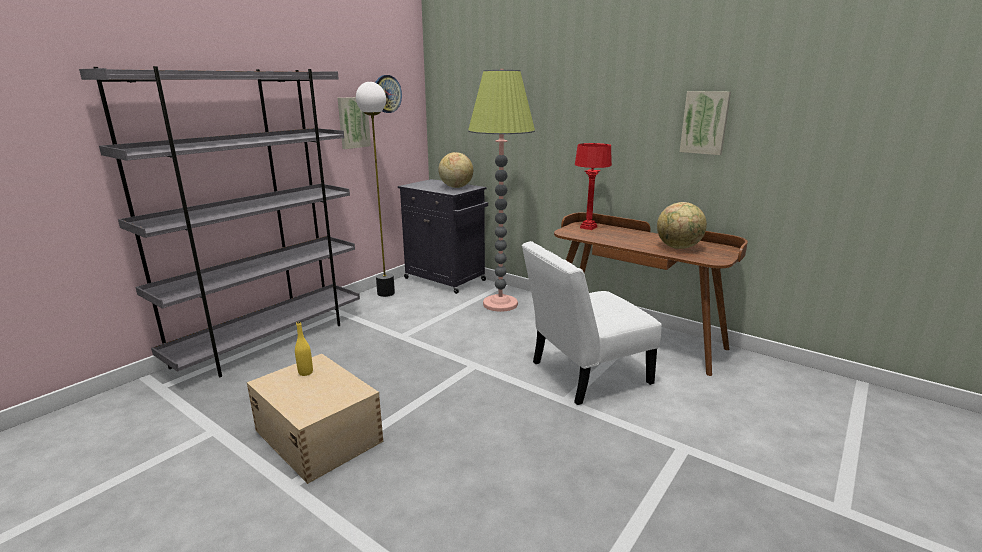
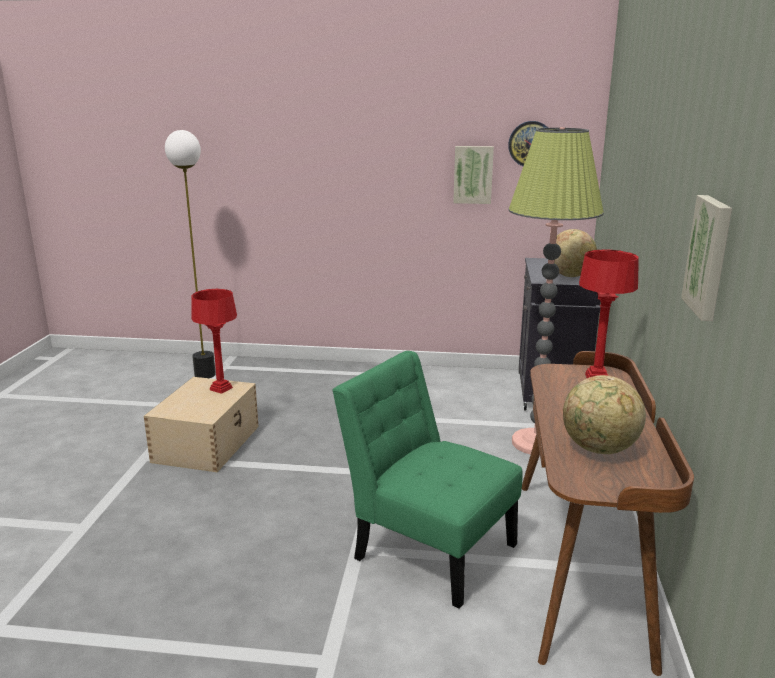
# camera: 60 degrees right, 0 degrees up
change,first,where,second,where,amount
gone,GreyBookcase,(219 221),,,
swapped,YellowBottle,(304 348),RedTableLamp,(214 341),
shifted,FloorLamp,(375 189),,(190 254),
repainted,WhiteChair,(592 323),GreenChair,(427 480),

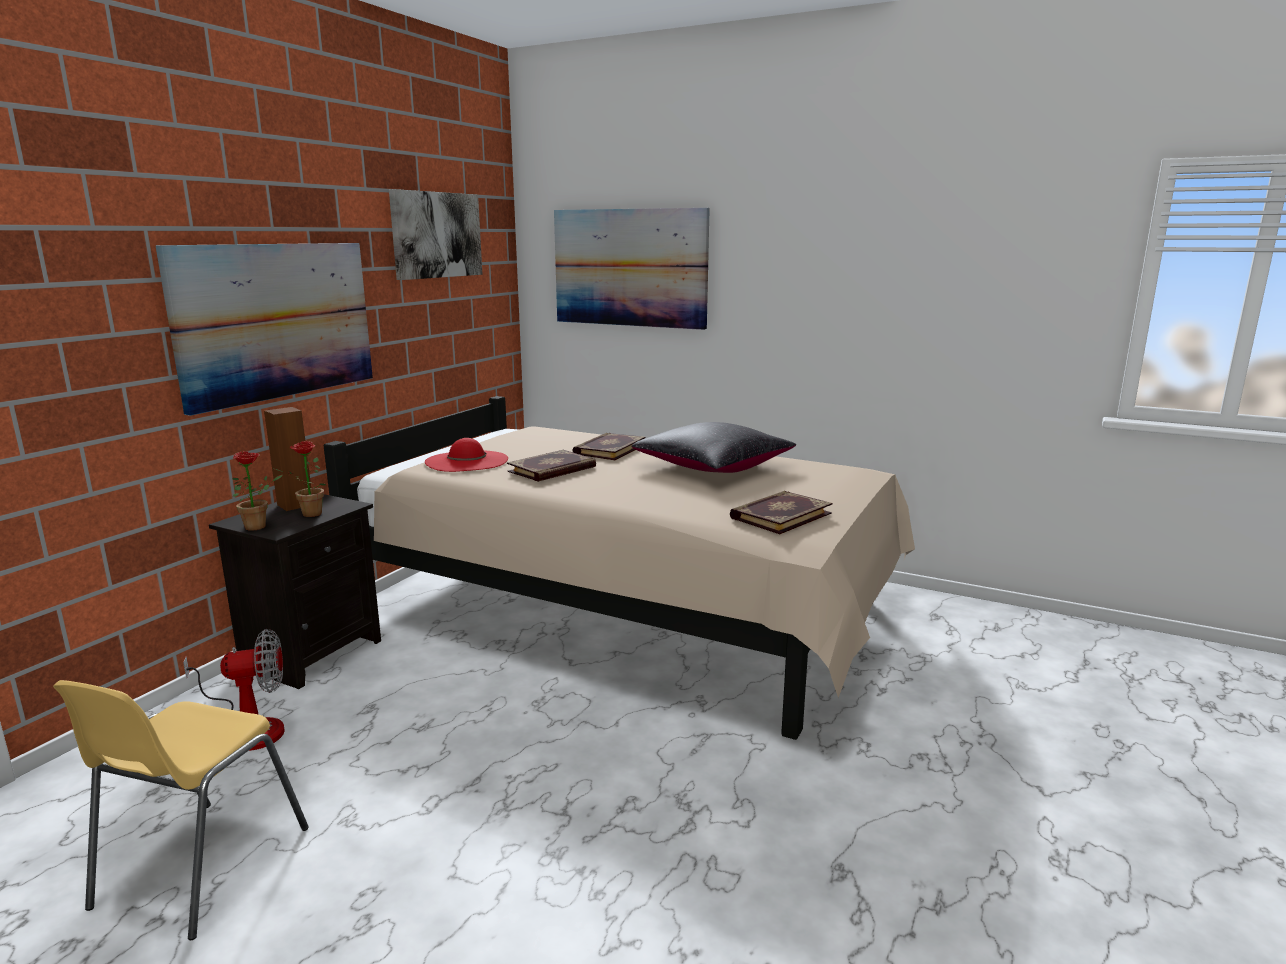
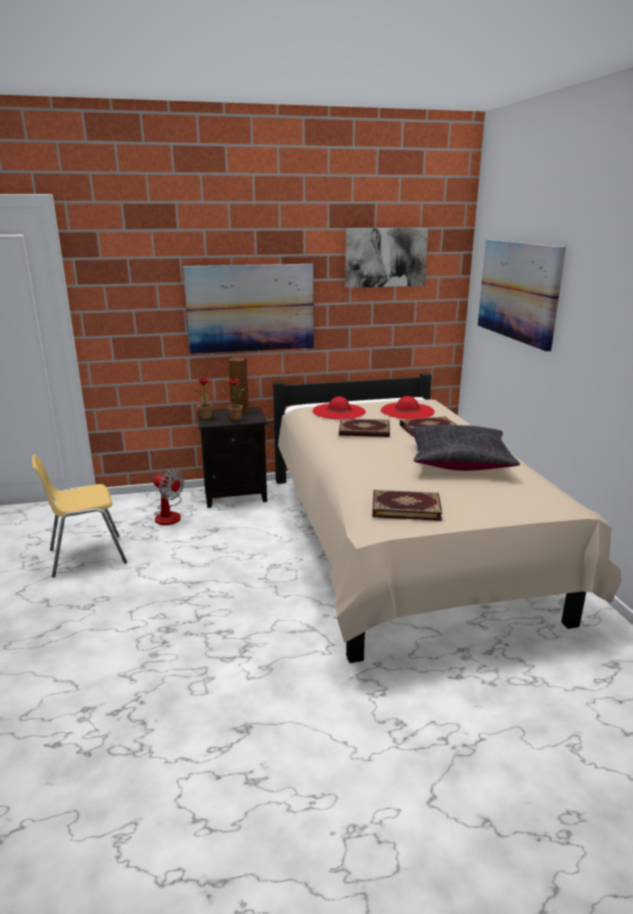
# camera: 50 degrees right, 5 degrees up
change,first,where,second,where,amount
new,,,RedHat,(407 407),

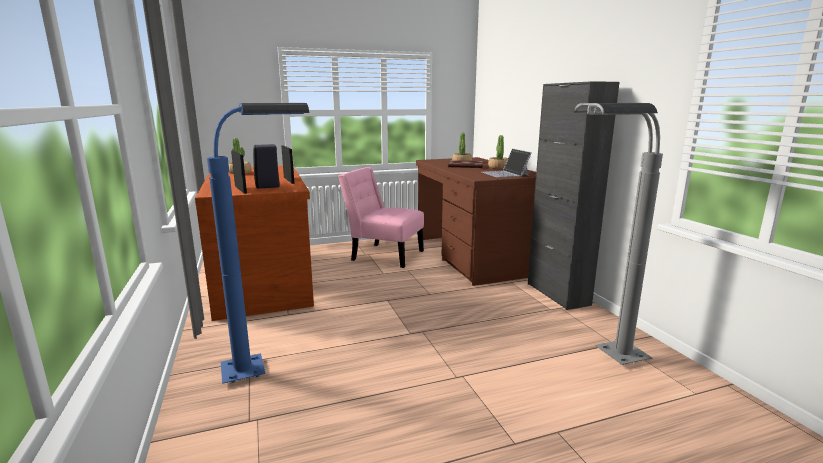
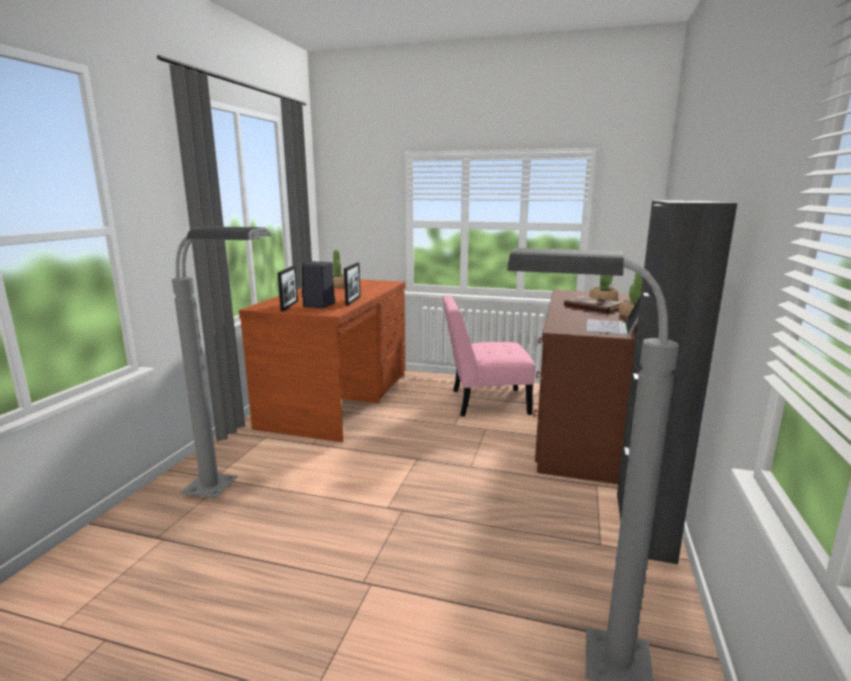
# camera: 35 degrees right, 0 degrees up
change,first,where,second,where,amount
repainted,BlueFloorLamp,(258 243),GreyFloorLamp,(221 362),
rotated,PinkChair,(381 217),,(488 356),60 degrees counterclockwise

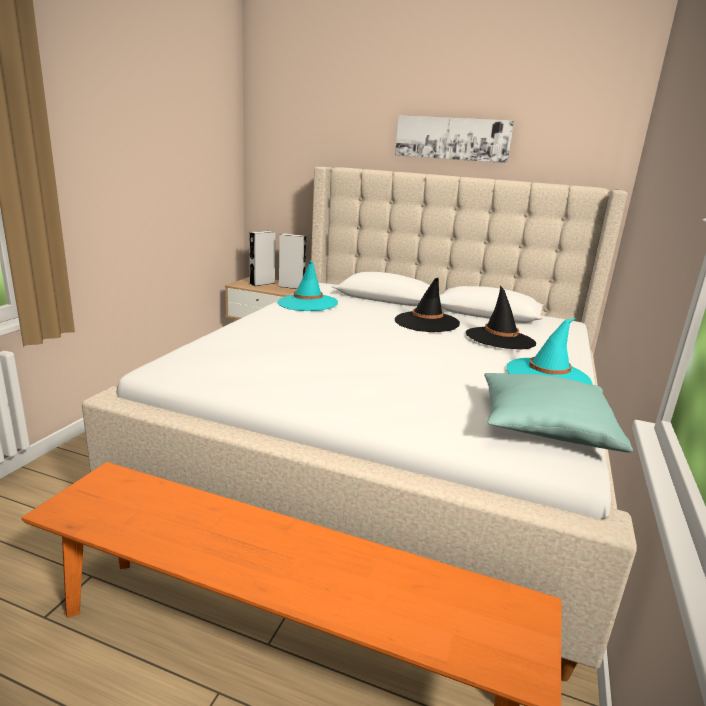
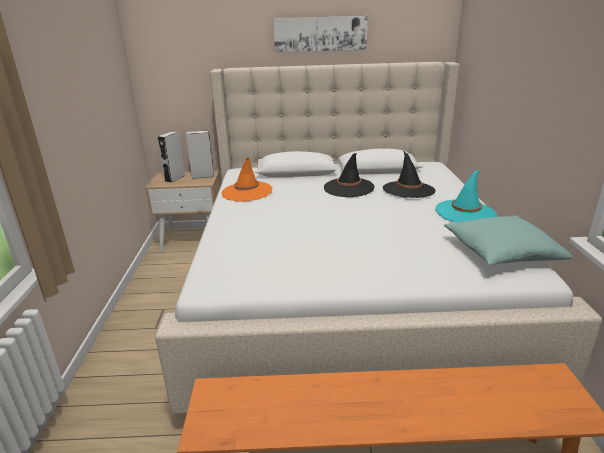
# camera: 20 degrees left, 5 degrees up
change,first,where,second,where,amount
repainted,TurquoiseHat,(307 286),OrangeHat,(246 179),

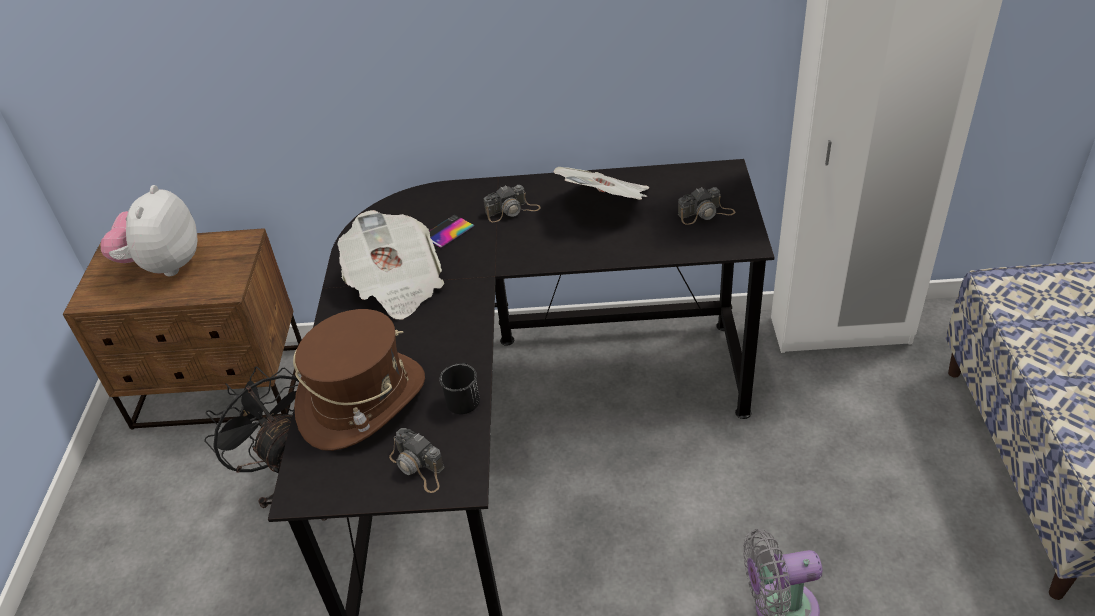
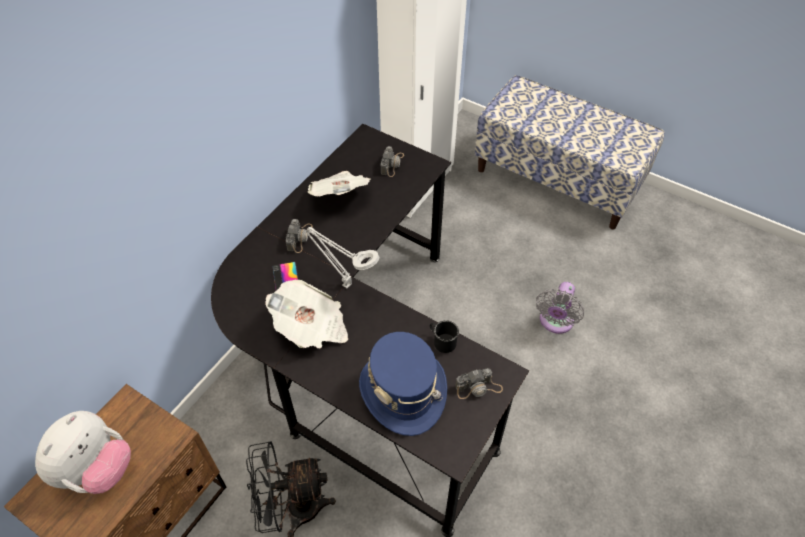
# camera: 60 degrees left, 10 degrees up
change,first,where,second,where,amount
rotated,PlushToy,(149 230),,(83 452),105 degrees counterclockwise
repainted,BrownHat,(359 380),BlueHat,(403 384),
new,,,GreyTableLamp,(343 257),

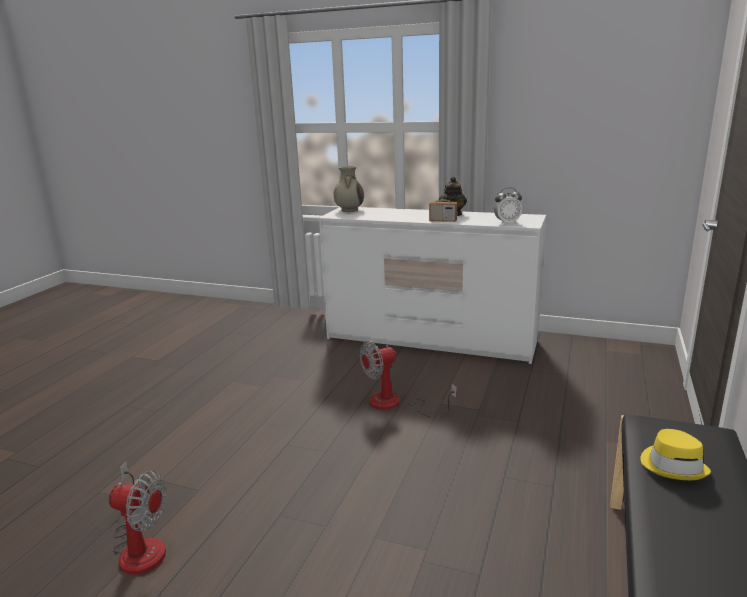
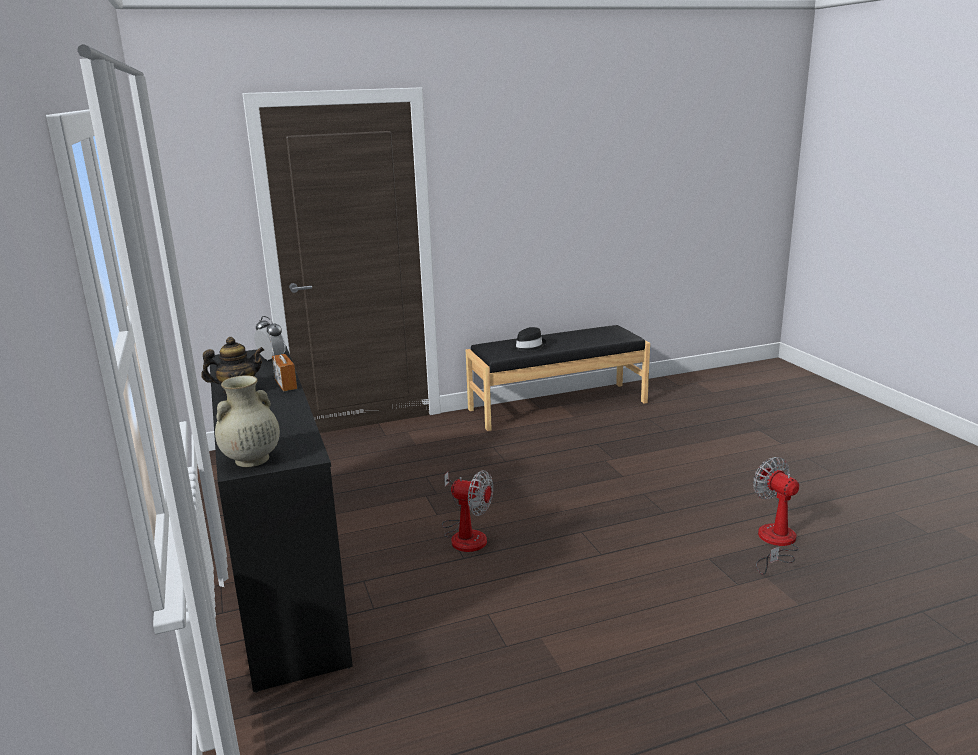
# camera: 130 degrees left, 0 degrees up
change,first,where,second,where,amount
repainted,WhiteDresser,(432 285),BlackDresser,(281 519),
repainted,YellowHat,(675 454),BlackHat,(528 340),

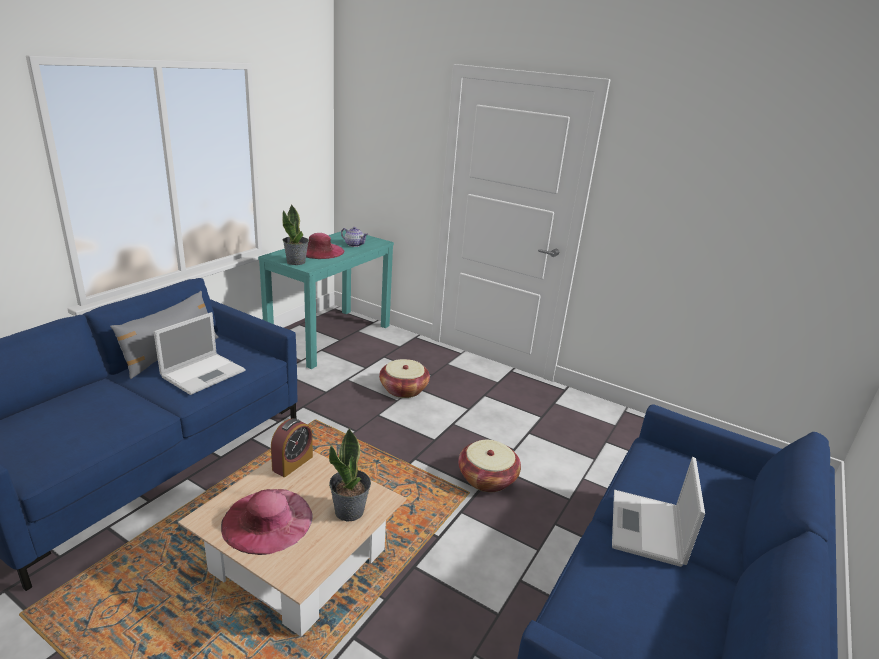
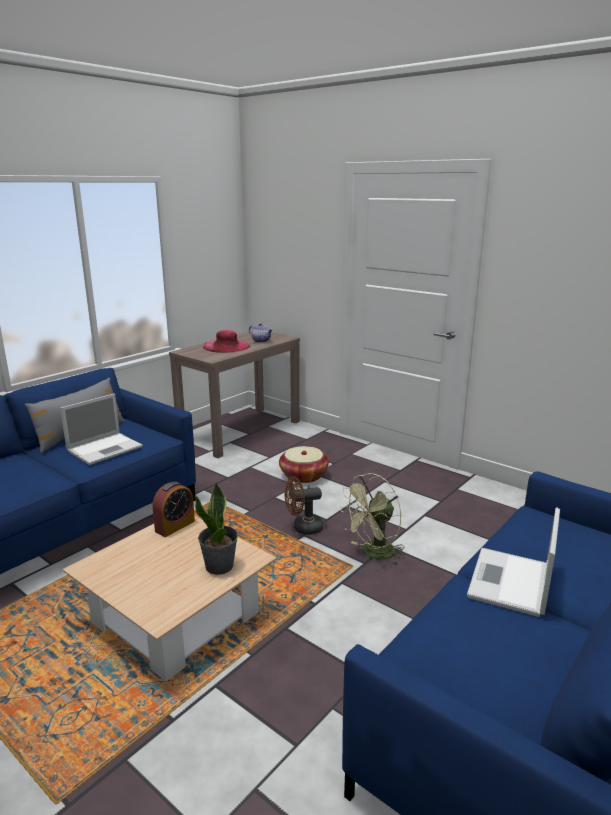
# camera: 10 degrees right, 5 degrees down
change,first,where,second,where,amount
gone,PinkHat,(266 522),,,
repainted,TurquoiseConsoleTable,(326 299),BrownConsoleTable,(234 394),
gone,PottedPlant,(295 235),,,
swapped,Basket,(489 466),GreenFan,(372 518),
new,,,BrownFan,(303 505),

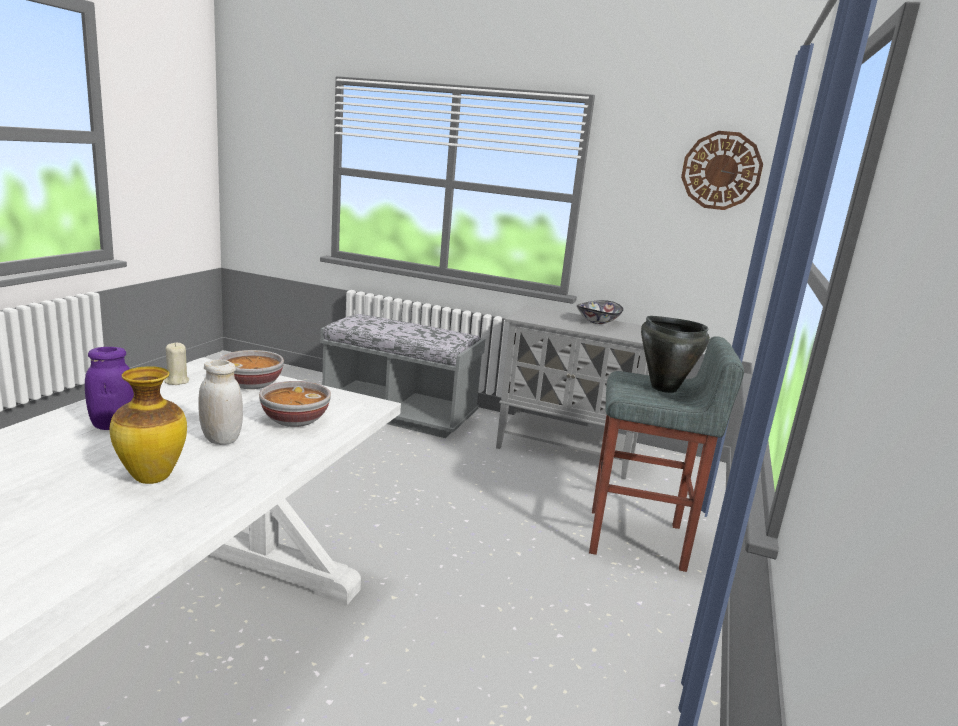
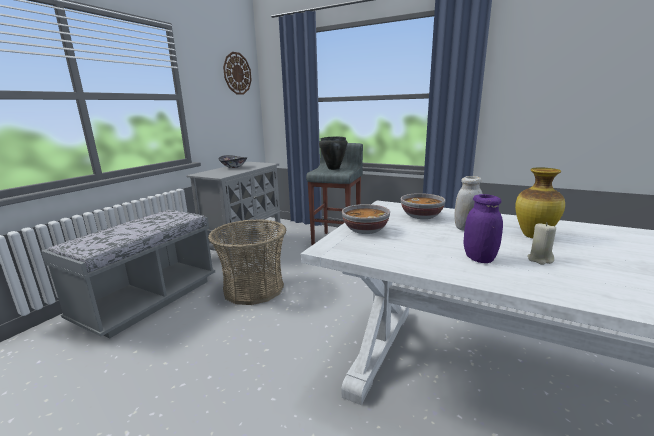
# camera: 80 degrees left, 0 degrees up
change,first,where,second,where,amount
shifted,BeigeCandle,(176 364),,(541 243),
new,,,Basket,(247 262),

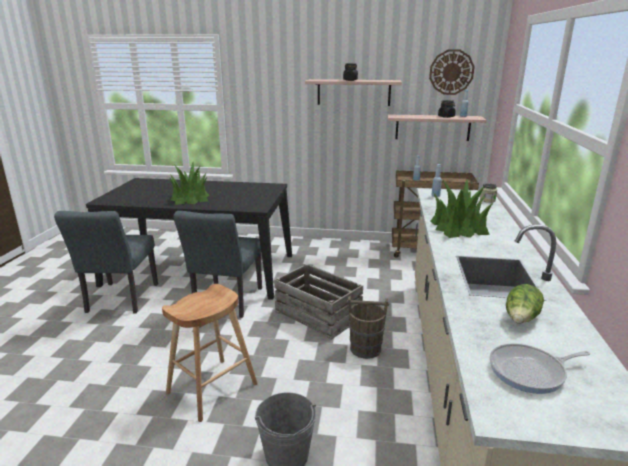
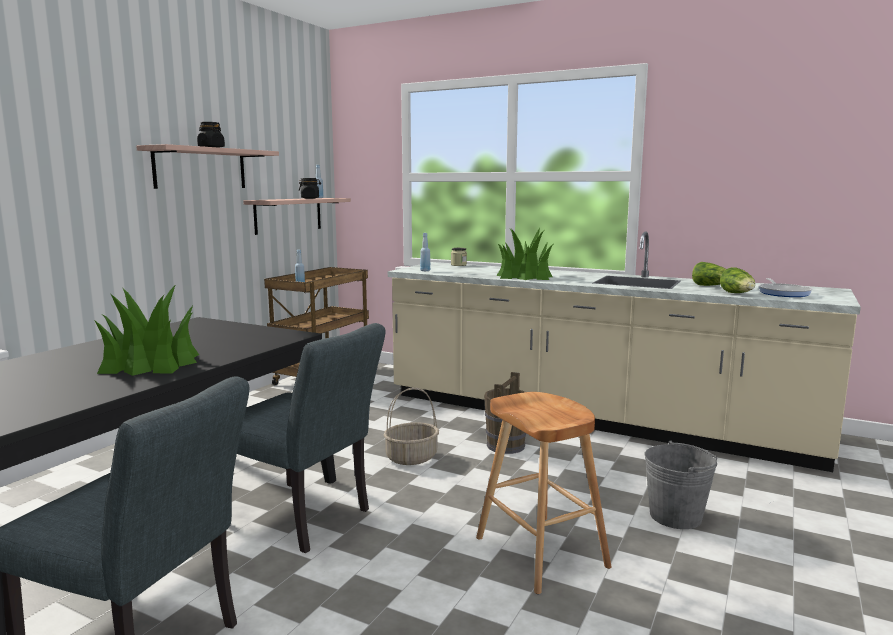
# camera: 70 degrees left, 10 degrees down
change,first,where,second,where,amount
swapped,Crate,(318 302),Basket,(411 426),
gone,WallClock,(452 72),,,
new,,,Lettuce,(737 280),

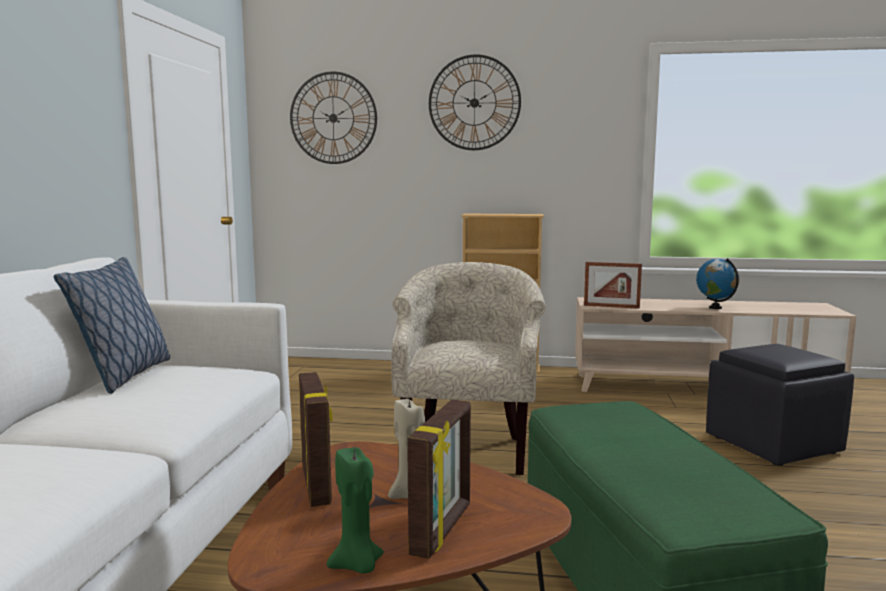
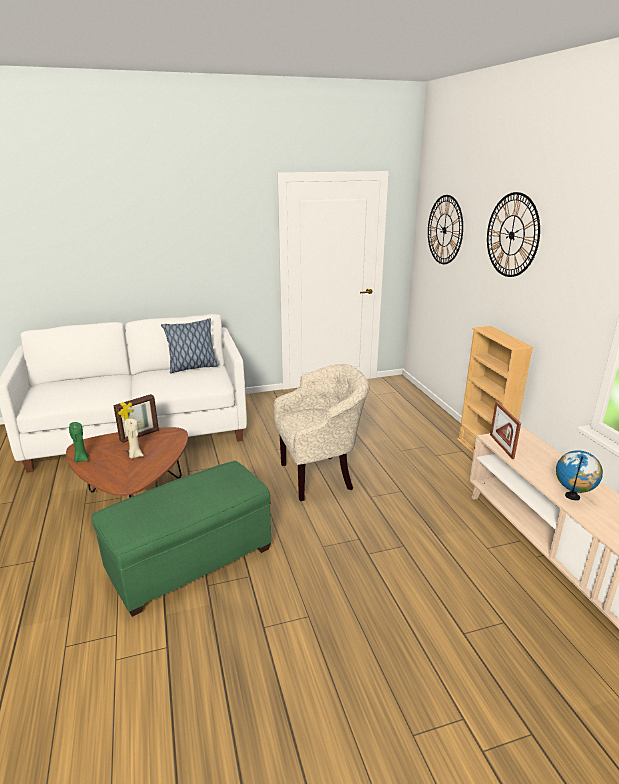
# camera: 65 degrees right, 15 degrees up
change,first,where,second,where,amount
gone,PictureFrame,(439 479),,,
gone,BlackOttoman,(780 405),,,

